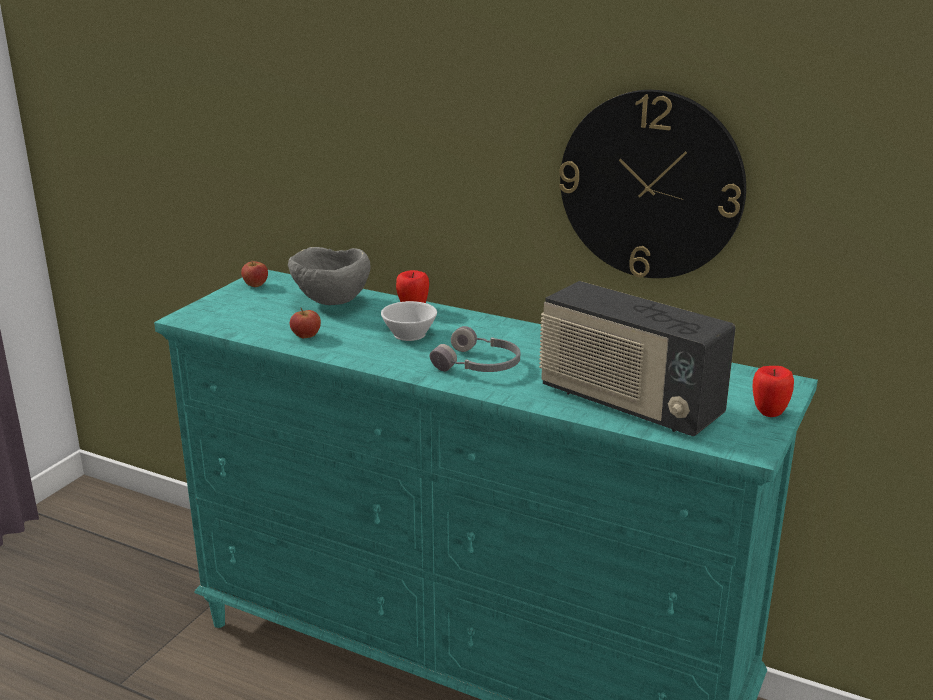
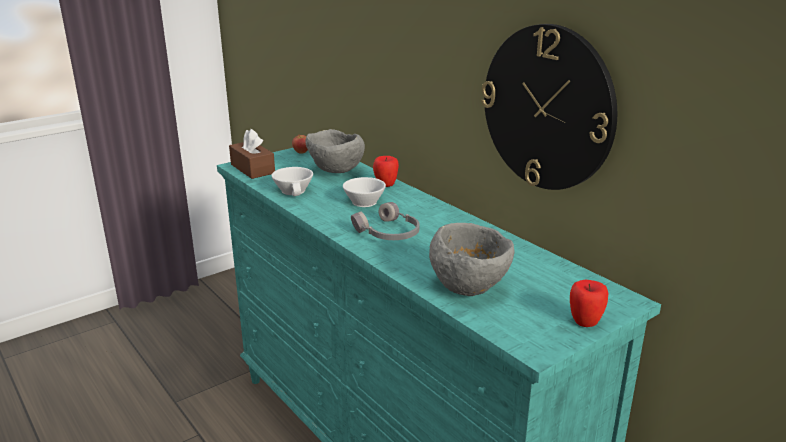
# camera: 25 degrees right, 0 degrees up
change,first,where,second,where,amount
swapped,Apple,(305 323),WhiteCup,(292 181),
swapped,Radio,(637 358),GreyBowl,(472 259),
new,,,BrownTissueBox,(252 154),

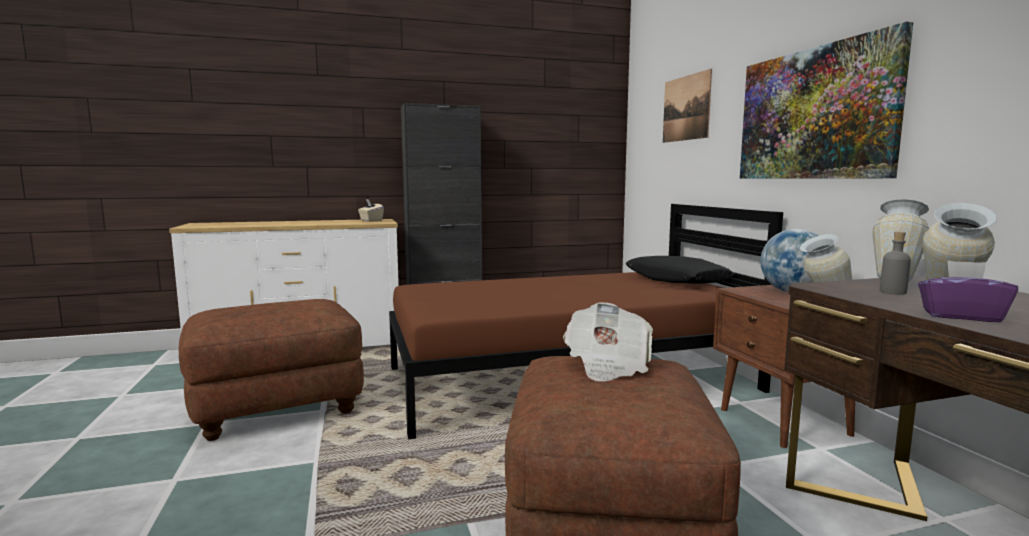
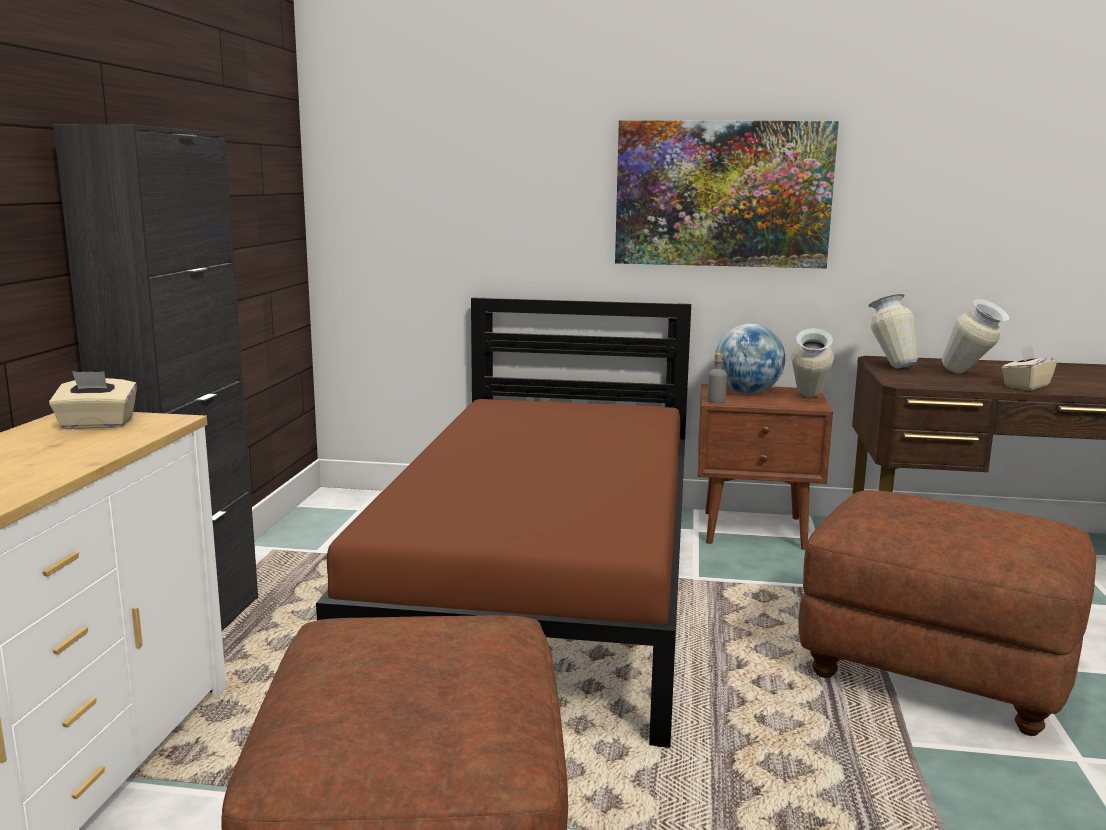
# camera: 65 degrees left, 5 degrees up
change,first,where,second,where,amount
gone,Newspaper,(608 341),,,
gone,BlackPillow,(680 270),,,
gone,Picture,(687 106),,,
shifted,GreyBottle,(895 263),,(717 378),
repainted,PurpleTissueBox,(968 291),BeigeTissueBox,(1029 367),

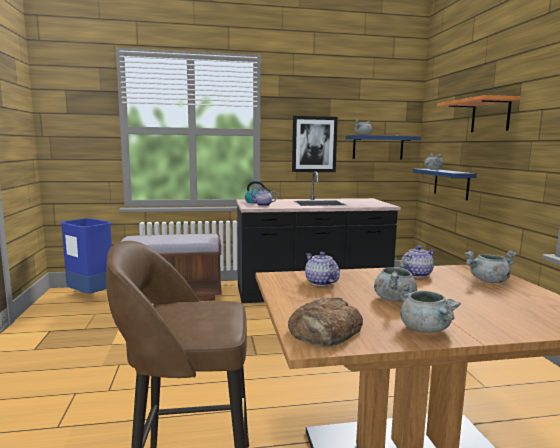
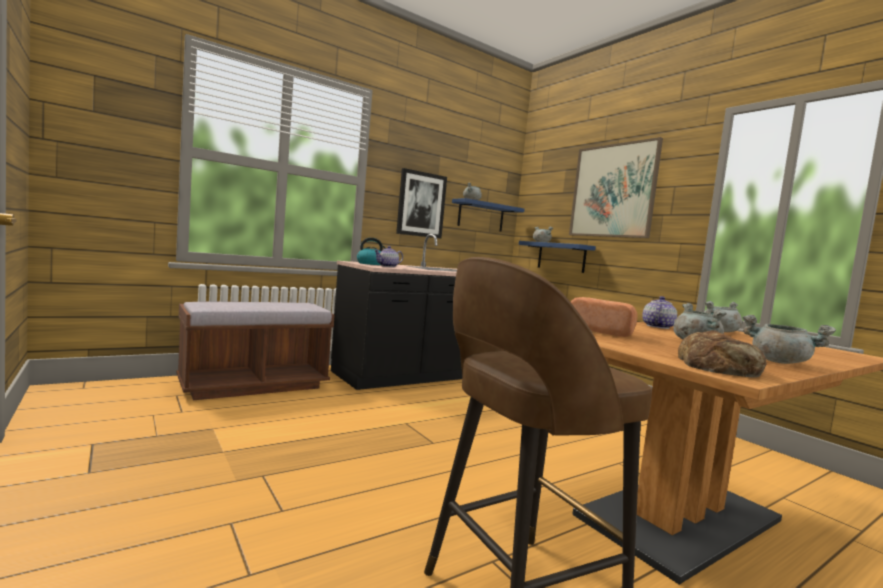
# camera: 25 degrees left, 5 degrees down
change,first,where,second,where,amount
gone,BlueTrashCan,(86 256),,,
swapped,Teapot,(322 269),Bread,(604 317),
swapped,OrangeShelf,(479 113),Picture,(616 187),

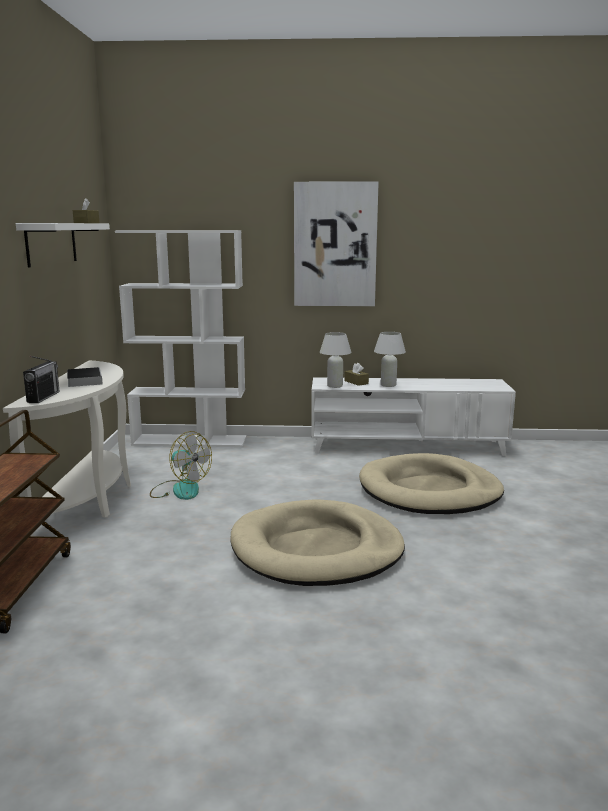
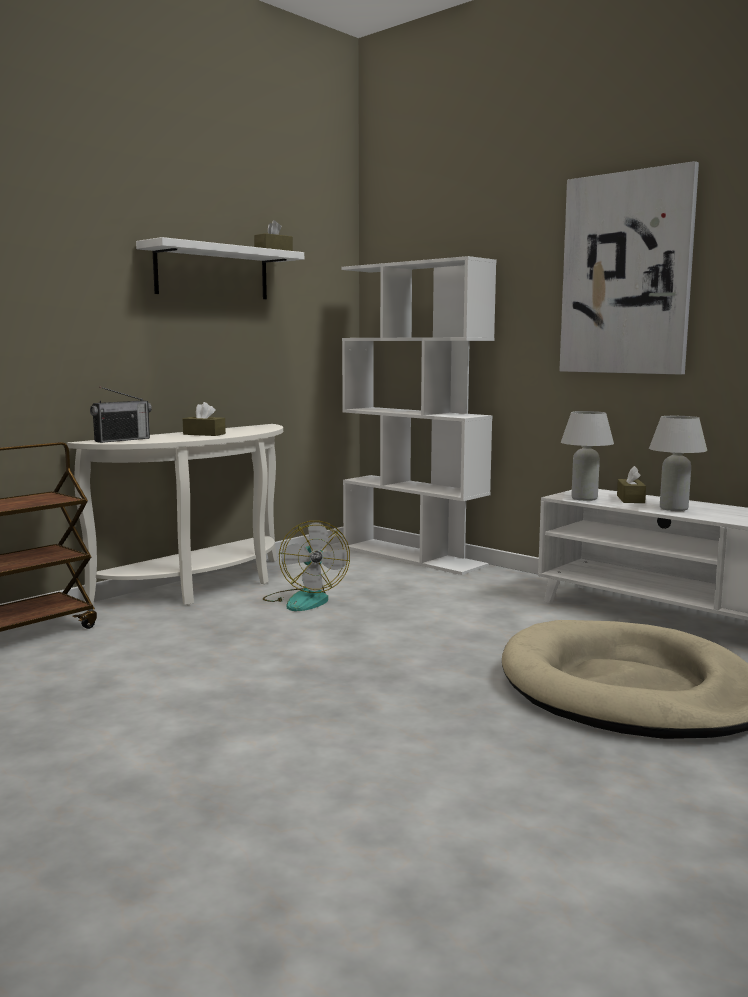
# camera: 40 degrees right, 5 degrees down
change,first,where,second,where,amount
swapped,Book,(85 377),BrownTissueBox,(204 419),
gone,BeigeDogBed,(317 542),,,

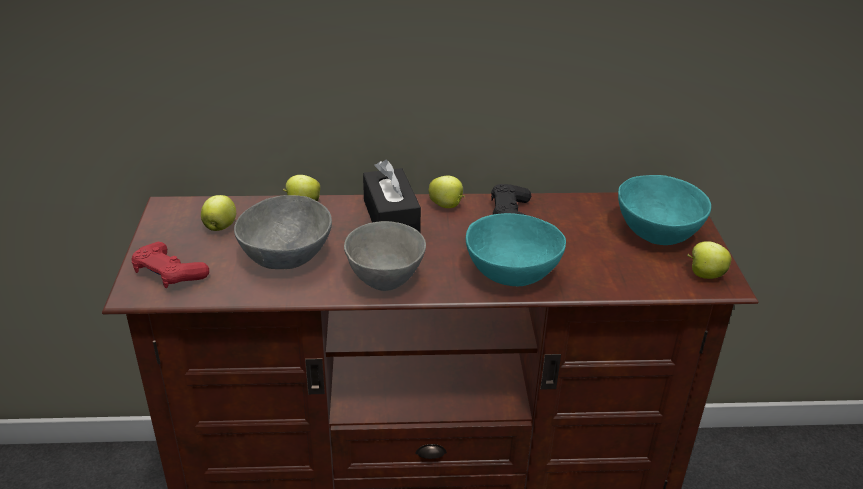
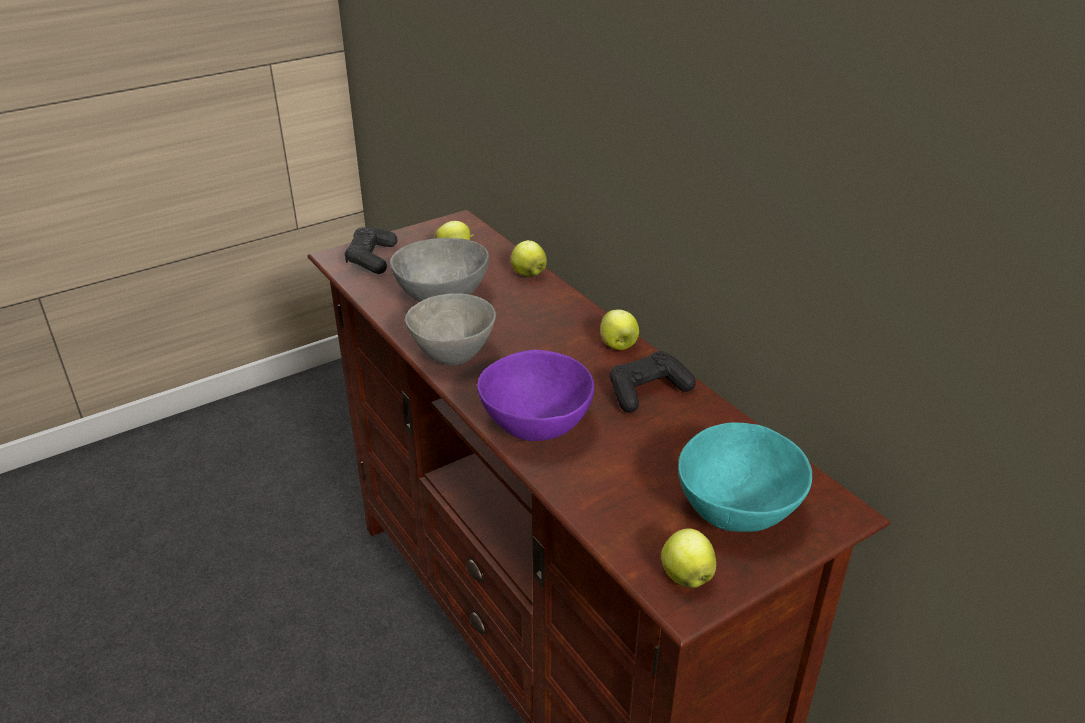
# camera: 60 degrees right, 0 degrees up
change,first,where,second,where,amount
repainted,RedGameController,(170 265),BlackGameController,(370 250),
gone,BlackTissueBox,(392 196),,,
repainted,TurquoiseBowl,(516 249),PurpleBowl,(536 395),

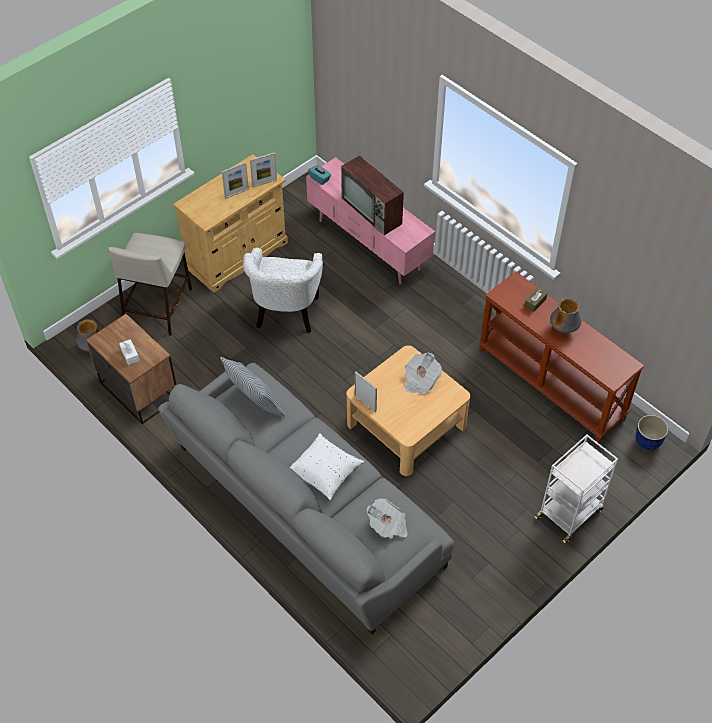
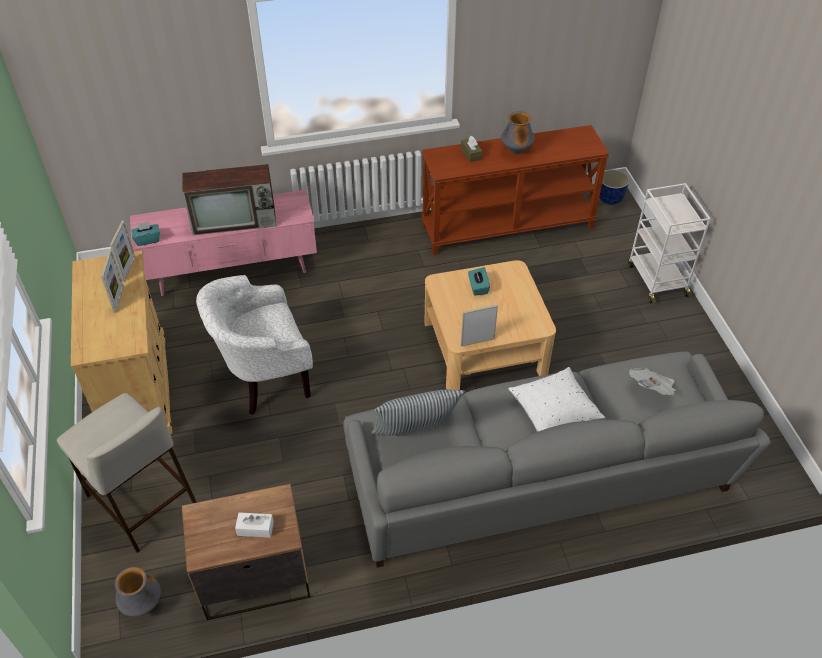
# camera: 60 degrees left, 5 degrees down
change,first,where,second,where,amount
rotated,WhiteArmchair,(283 290),,(254 345),120 degrees clockwise
swapped,Newspaper,(423 373),TurquoiseTissueBox,(479 281),

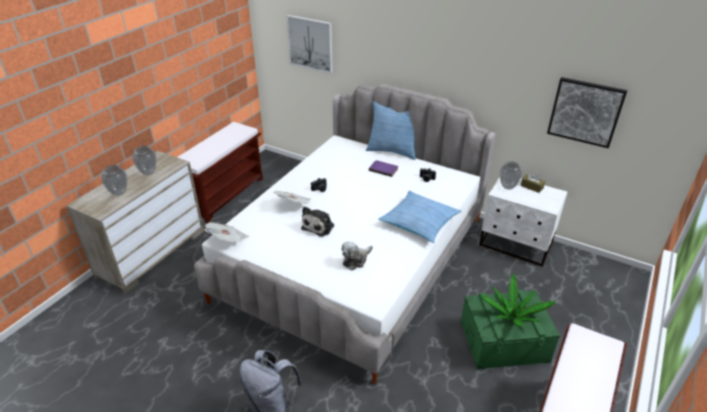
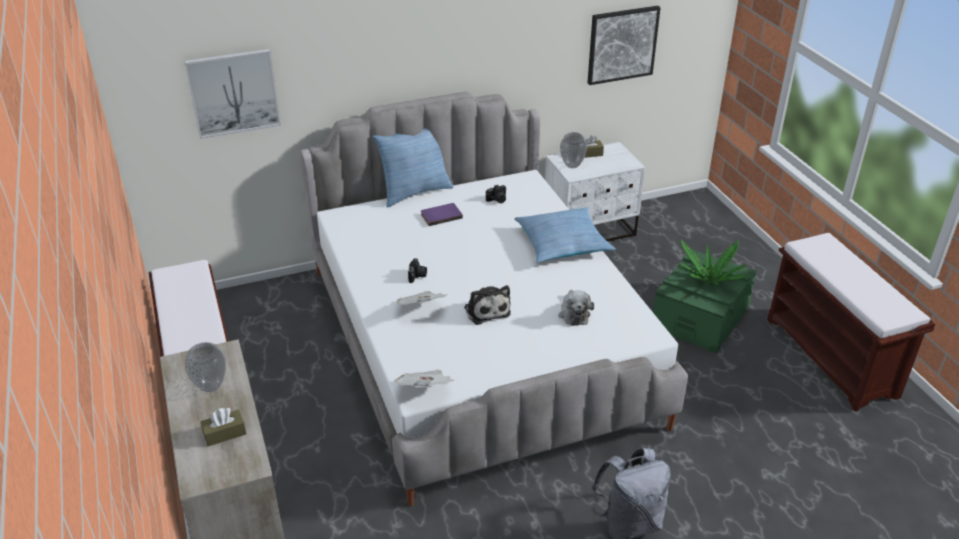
# camera: 50 degrees left, 0 degrees up
change,first,where,second,where,amount
swapped,Vase,(114 180),BrownTissueBox,(223 427),

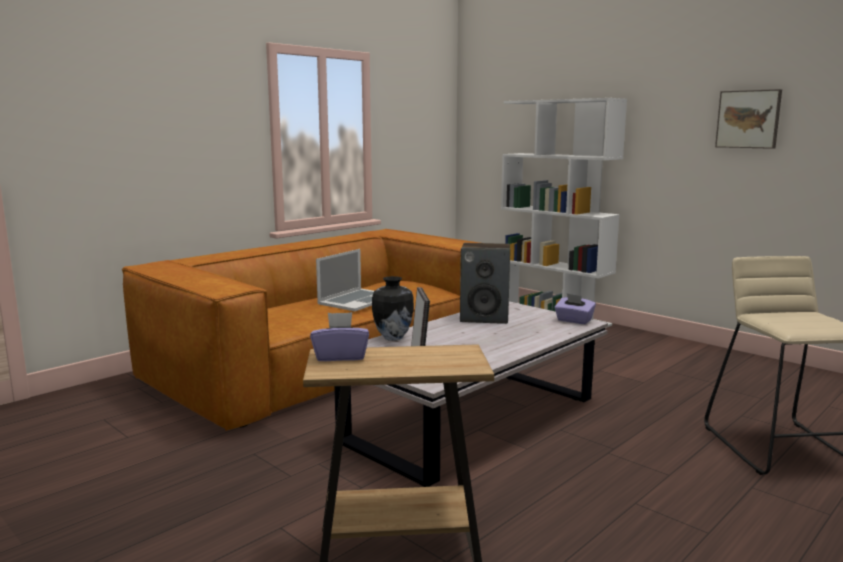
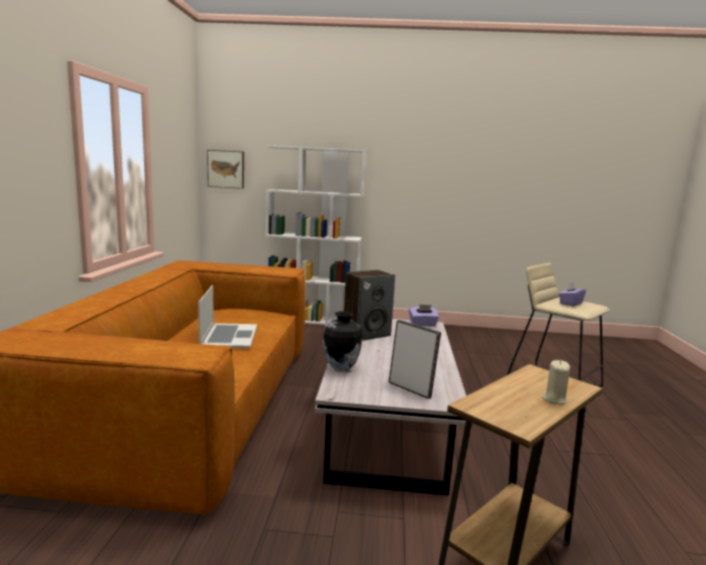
# camera: 40 degrees left, 0 degrees up
change,first,where,second,where,amount
shifted,PurpleTissueBox,(339 336),,(572 294),
shifted,Picture,(748 119),,(225 169),
new,,,BeigeCandle,(556 382),

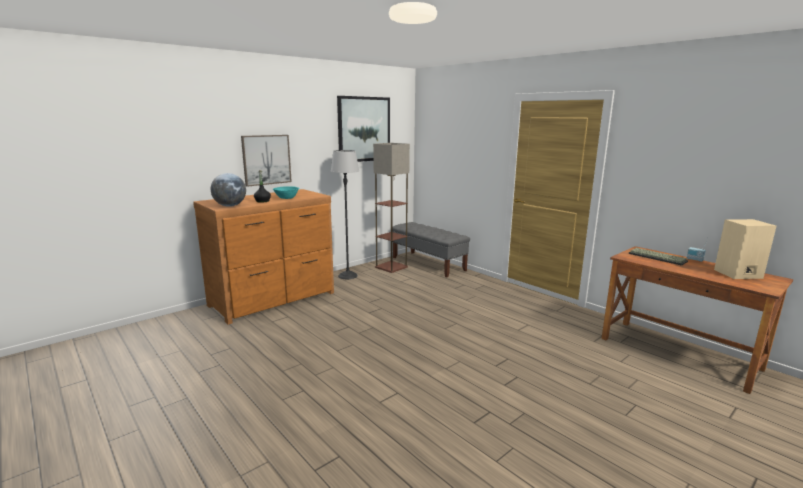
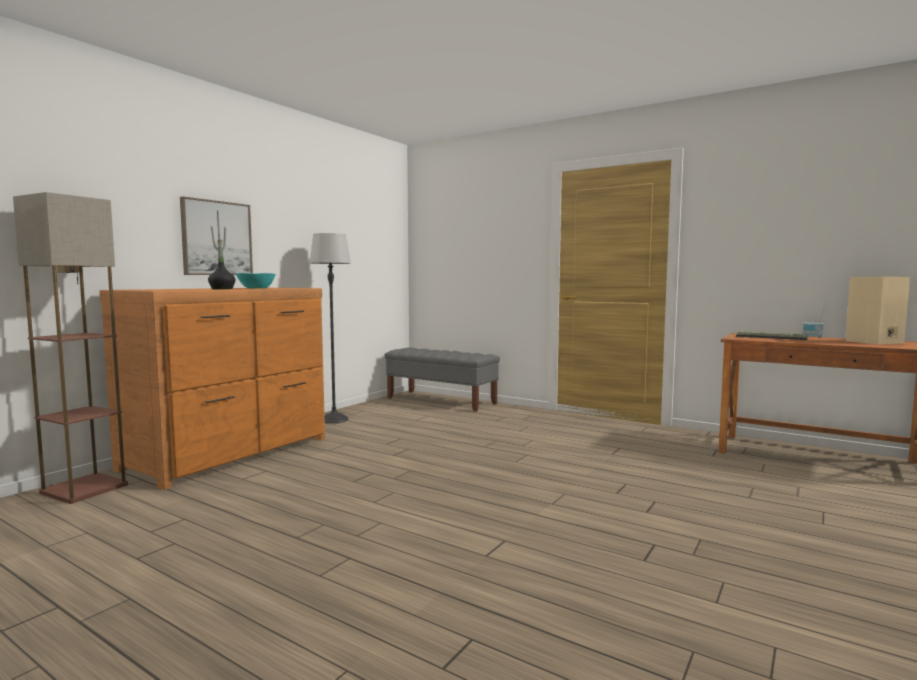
# camera: 15 degrees left, 10 degrees down
change,first,where,second,where,amount
gone,Globe,(228 190),,,
gone,Picture,(363 129),,,
shifted,FloorLamp,(391 208),,(70 348),

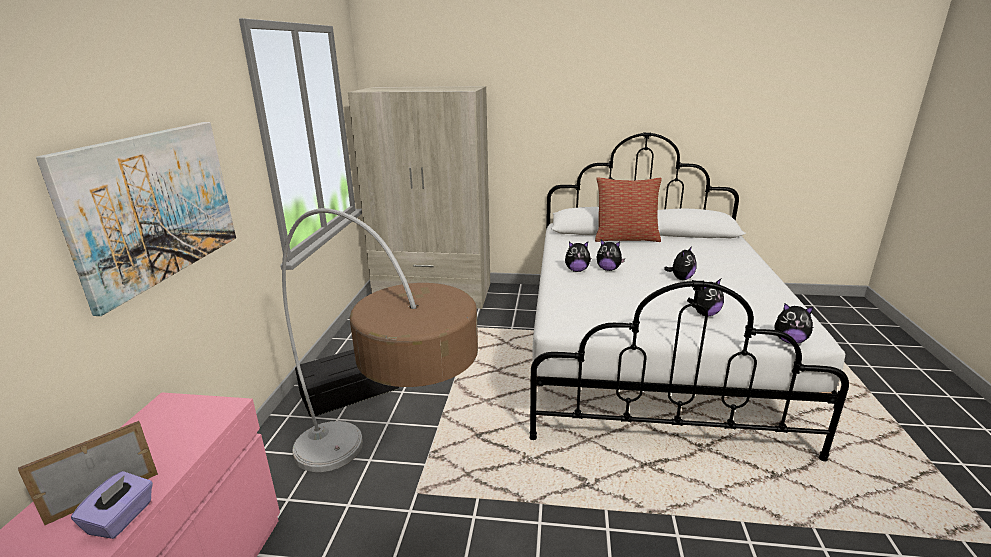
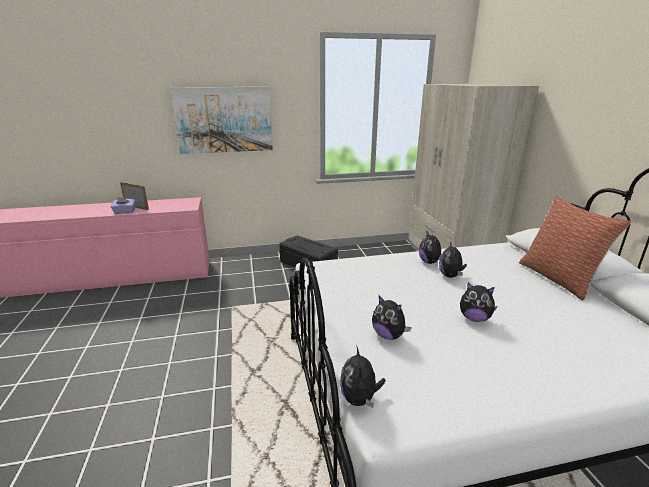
# camera: 70 degrees right, 0 degrees up
change,first,where,second,where,amount
gone,FloorLamp,(380 340),,,

